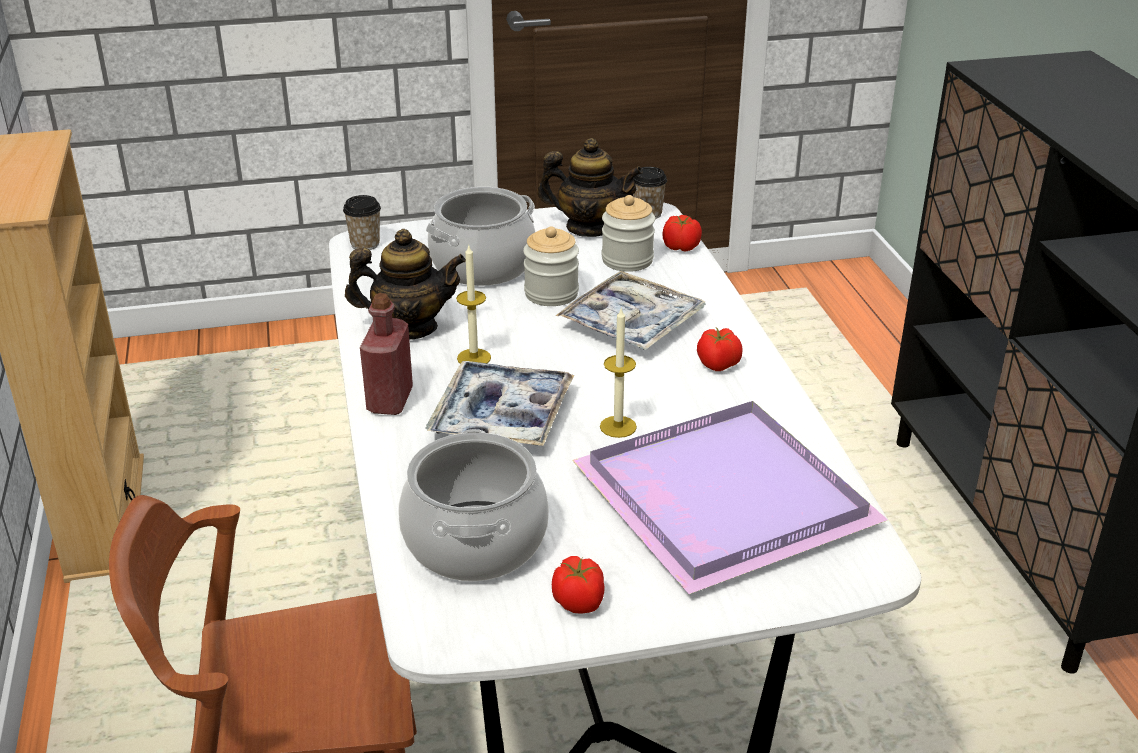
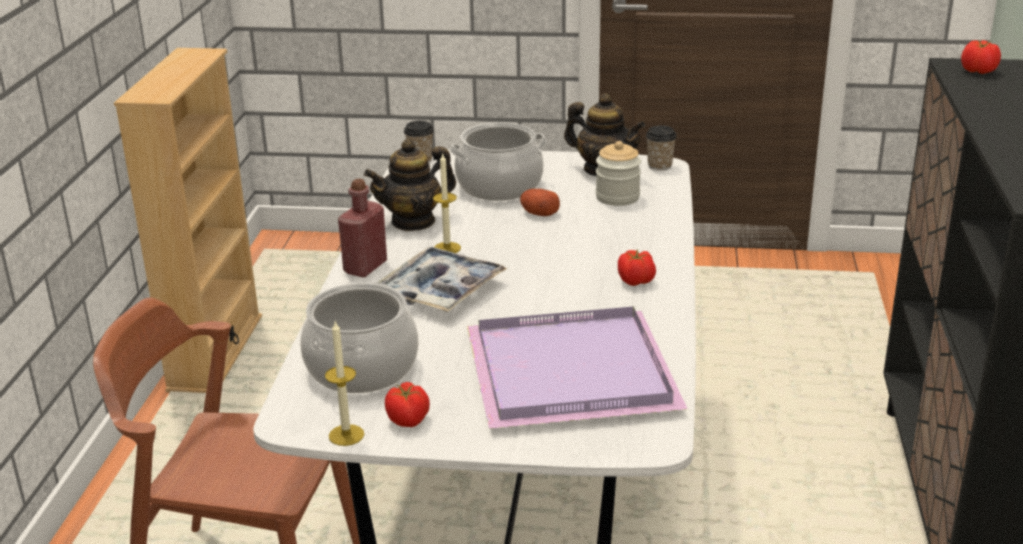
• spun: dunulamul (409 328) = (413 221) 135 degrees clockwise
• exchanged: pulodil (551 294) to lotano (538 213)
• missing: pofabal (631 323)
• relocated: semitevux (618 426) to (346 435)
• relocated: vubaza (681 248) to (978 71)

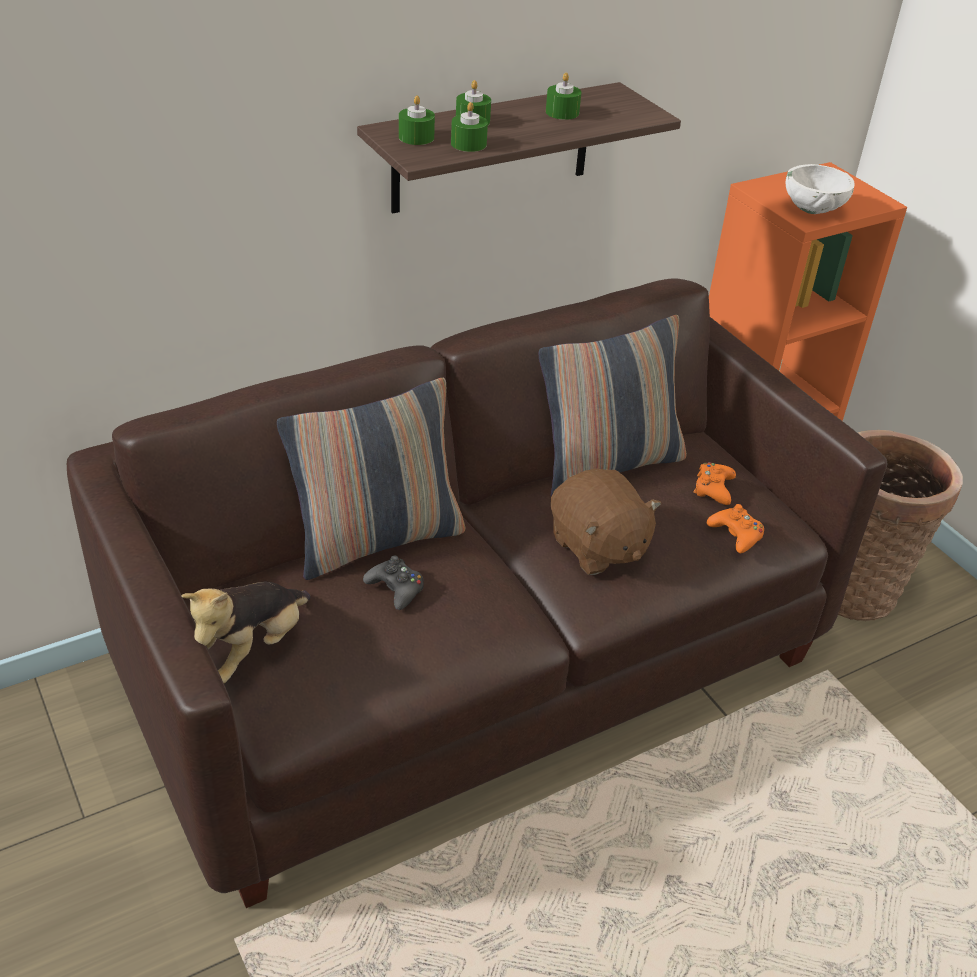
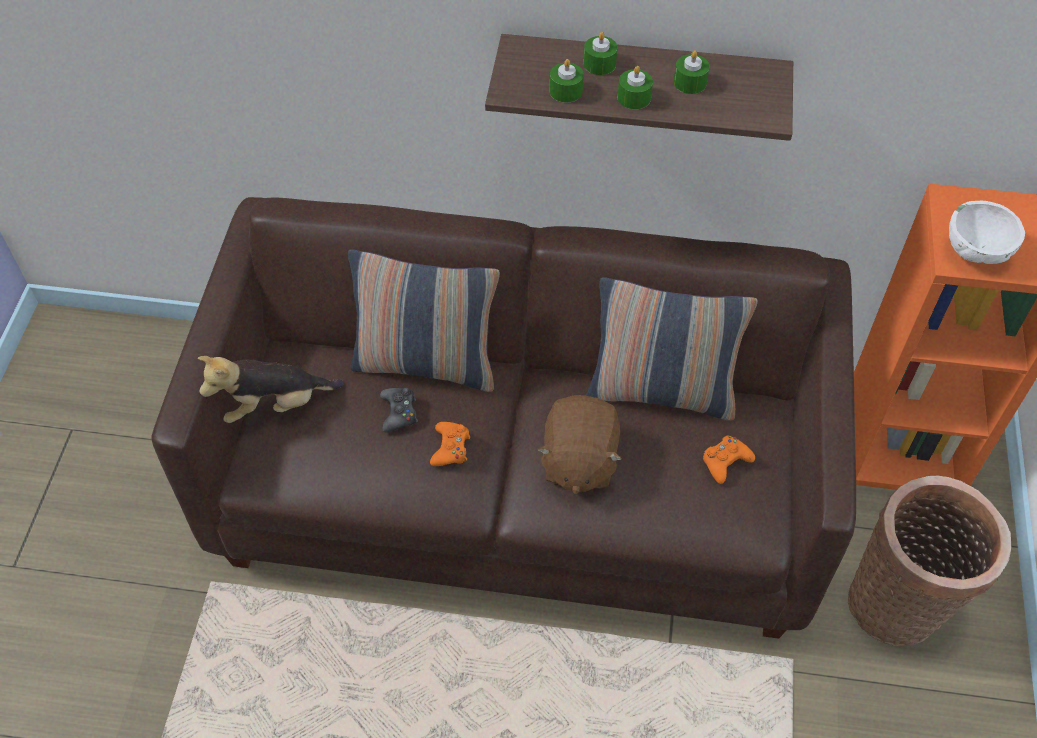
• relocated: green_semitevux (416 137) to (634 97)
• relocated: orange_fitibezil (736 534) to (450 448)

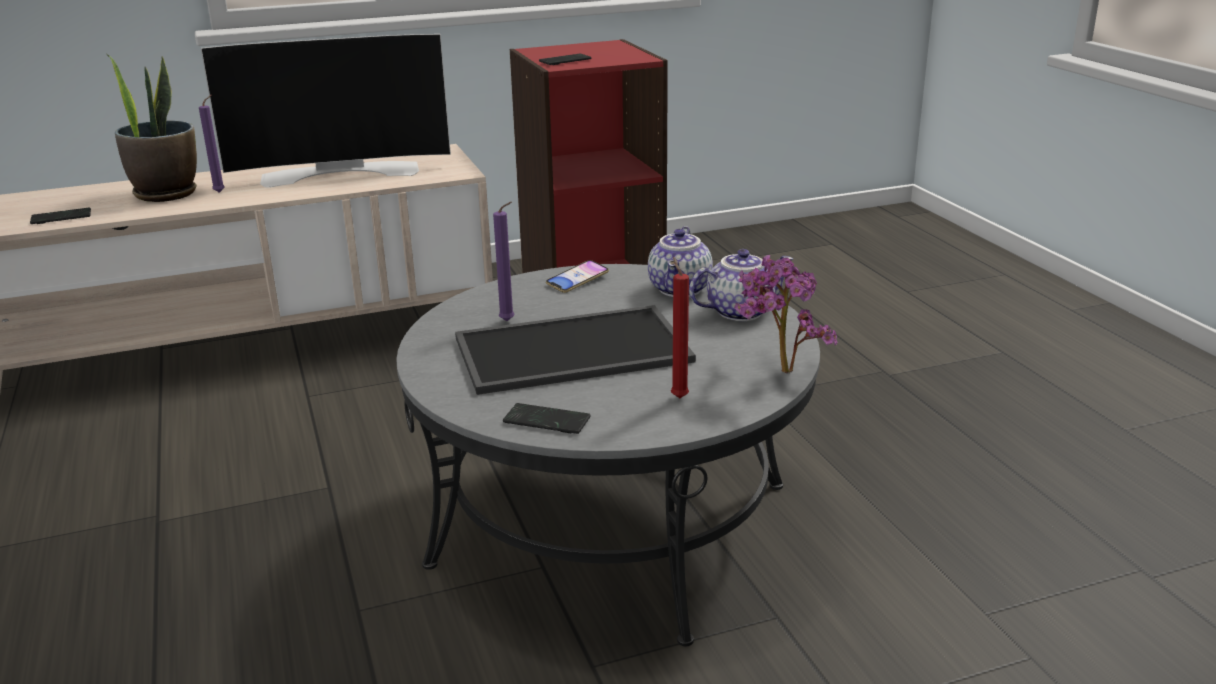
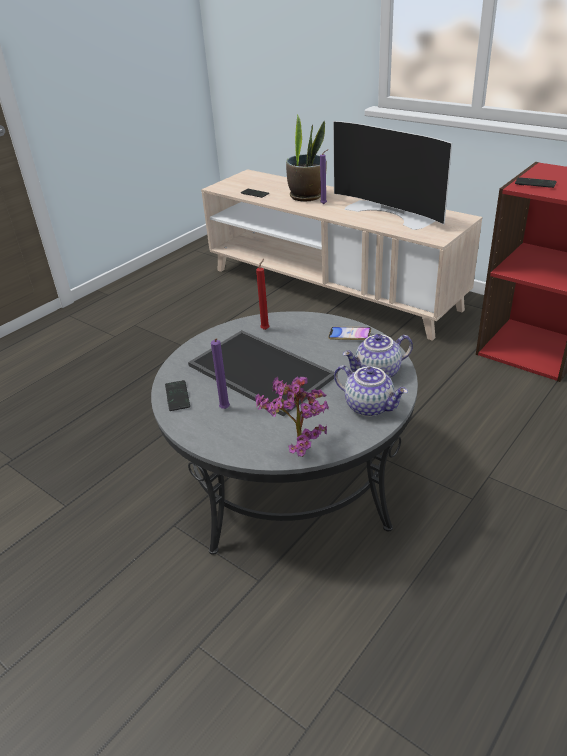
• relocated: purple_semitevux (509 321) to (225 410)
• relocated: red_semitevux (678 396) to (266 329)

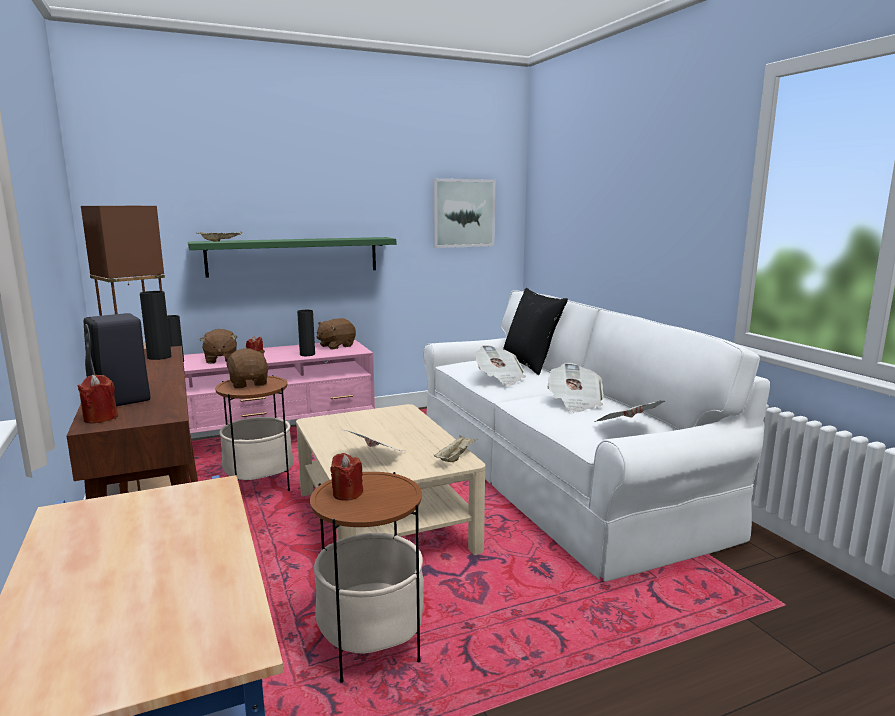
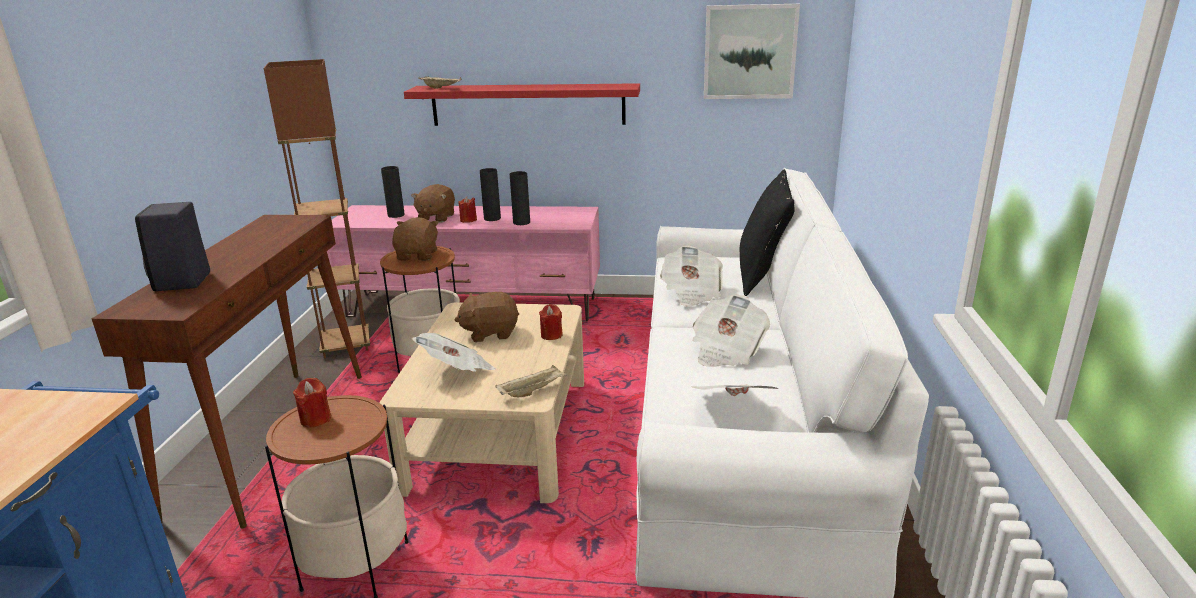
• relocated: red_semitevux (100 418) to (551 335)
• relocated: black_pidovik (159 357) to (492 218)
• colour: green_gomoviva (294 256) to red_gomoviva (527 104)
• relocated: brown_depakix (336 346) to (490 333)

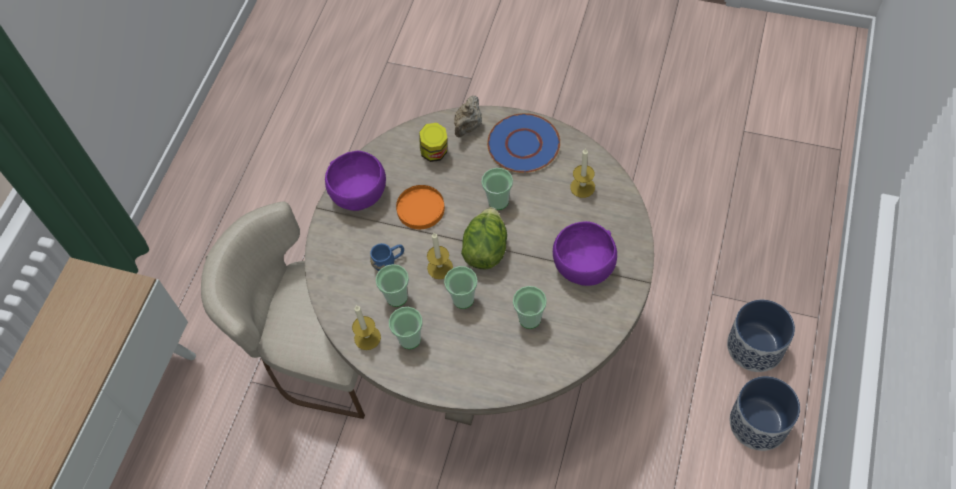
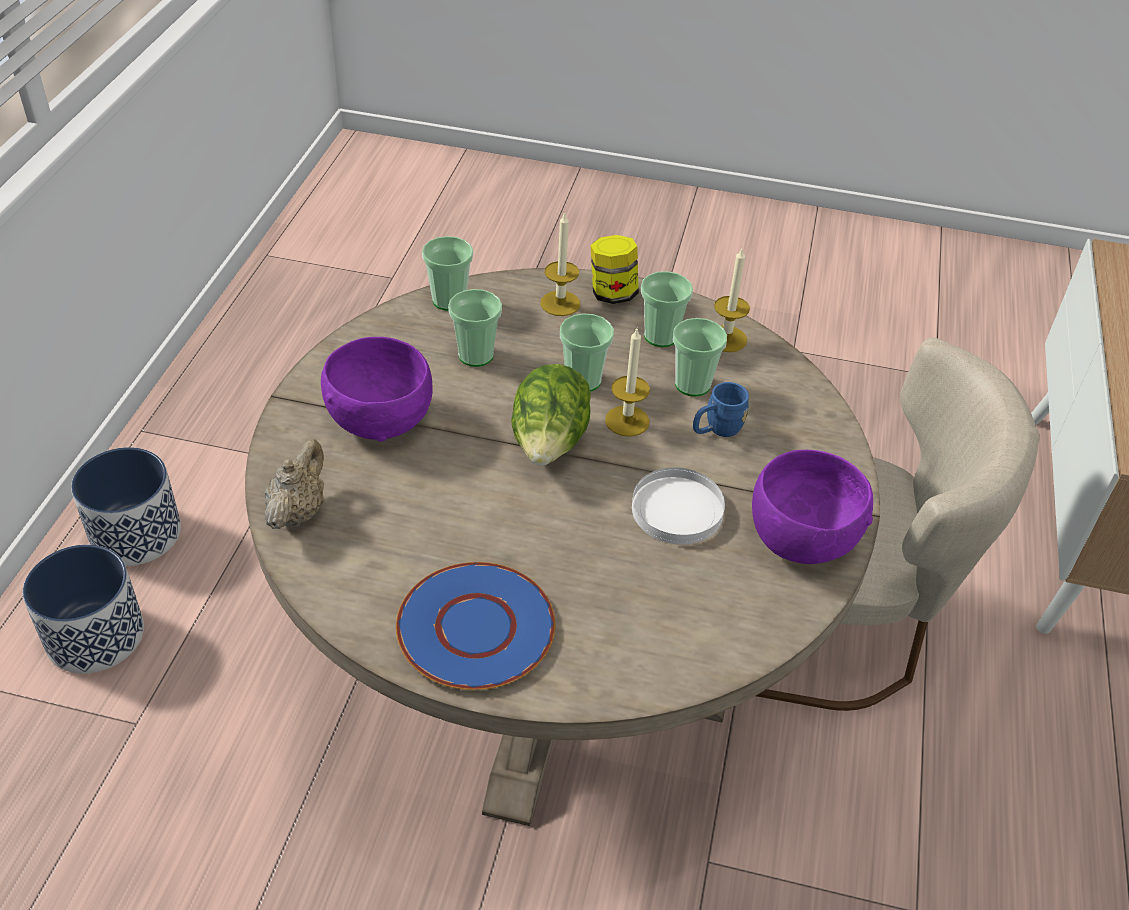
• colour: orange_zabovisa (421 208) to white_zabovisa (676 510)
• relocated: pulodil (435 153) to (612 294)
• relocated: beige_dunulamul (468 127) to (298 512)
• relocated: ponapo (498 201) to (449 300)
• relocated: semitevux (582 187) to (560 303)

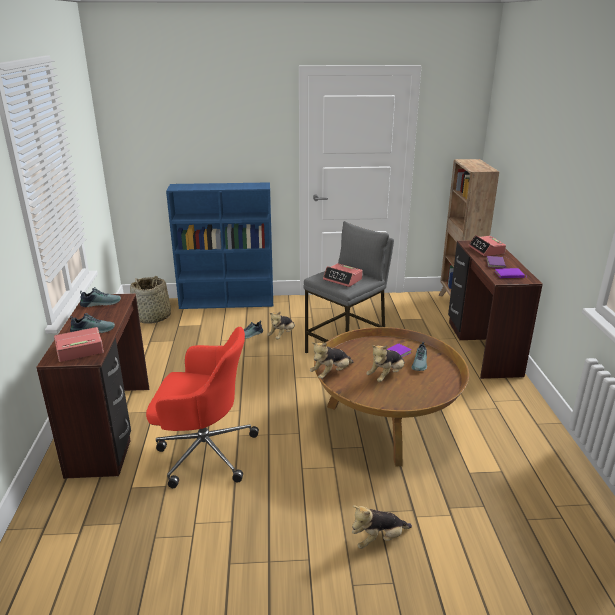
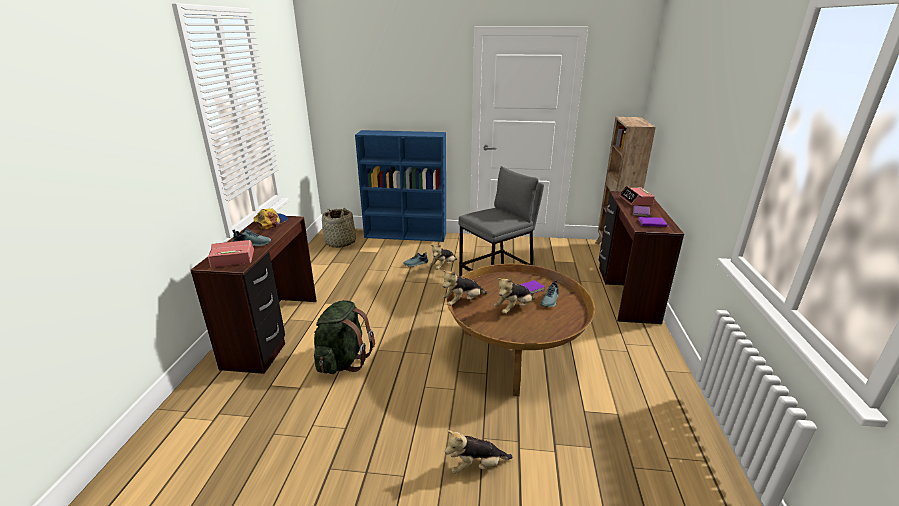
• exchanged: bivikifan (101 303) to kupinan (271 222)
• exchanged: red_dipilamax (204 451) to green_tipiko (343 360)
• missing: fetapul (343 279)

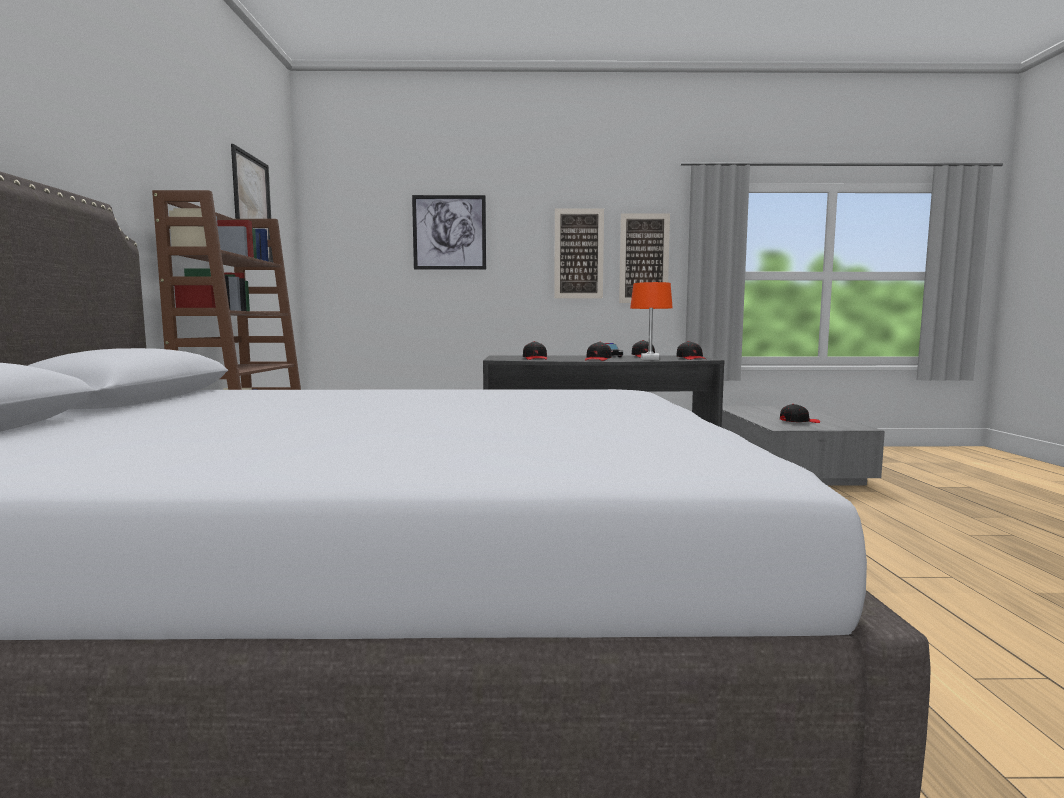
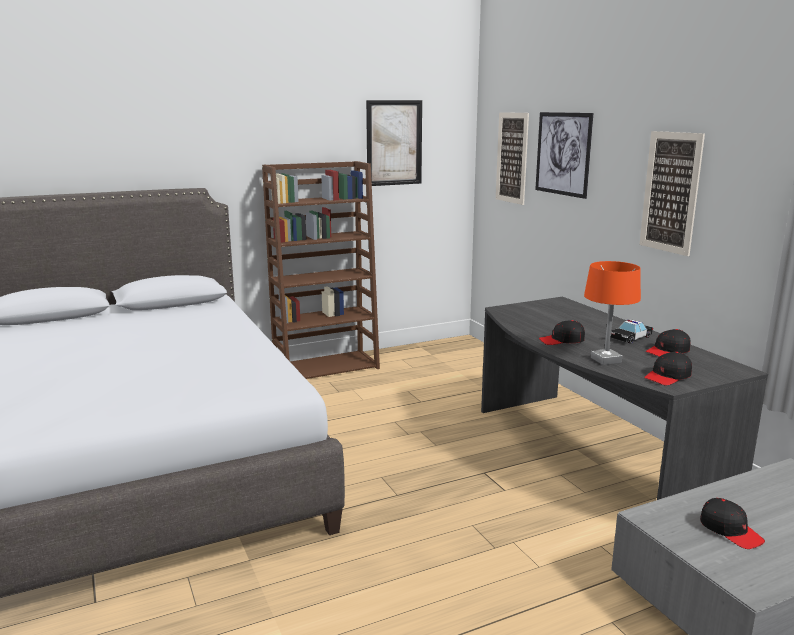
• missing: black_kupinan (535 358)
• relocated: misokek (644 258) to (512 158)

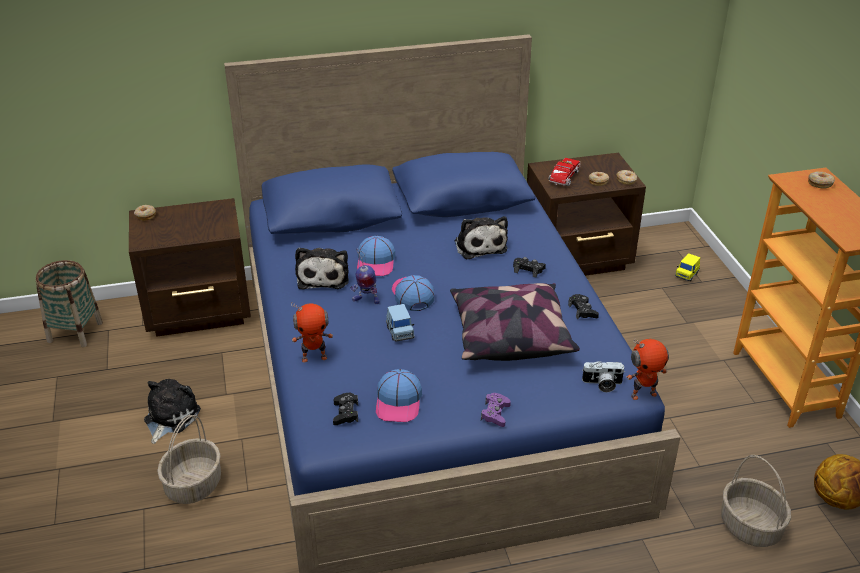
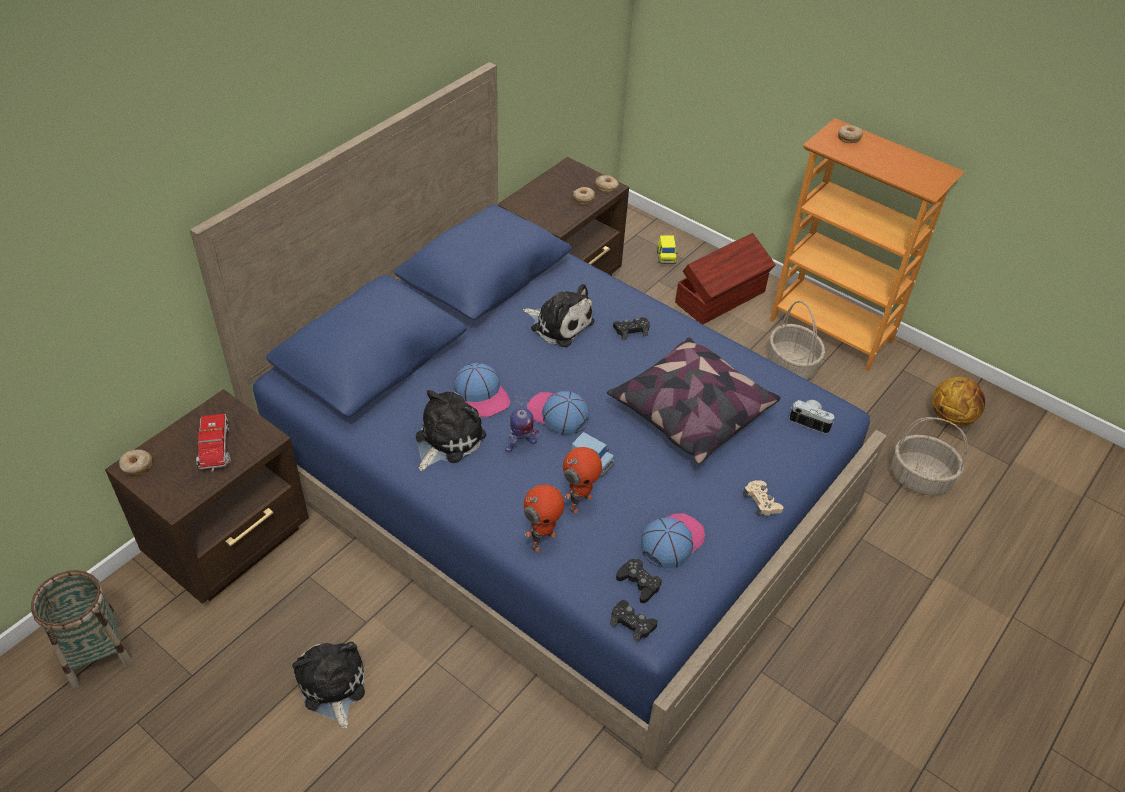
• relocated: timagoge (193 484) to (791 365)
• spun: depakix (323 276) = (446 439) 105 degrees counterclockwise
• spun: kupinan (399 402) = (672 541) 105 degrees counterclockwise
• colour: purple_fitibezil (495 413) to beige_fitibezil (761 502)
• relocated: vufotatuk (563 179) to (215 450)
• relocated: black_fitibezil (582 311) to (632 623)
• spun: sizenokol (602 384) = (811 421) 120 degrees counterclockwise
• relocated: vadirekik (643 394) to (579 502)
• appeared: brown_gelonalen (722 297)

